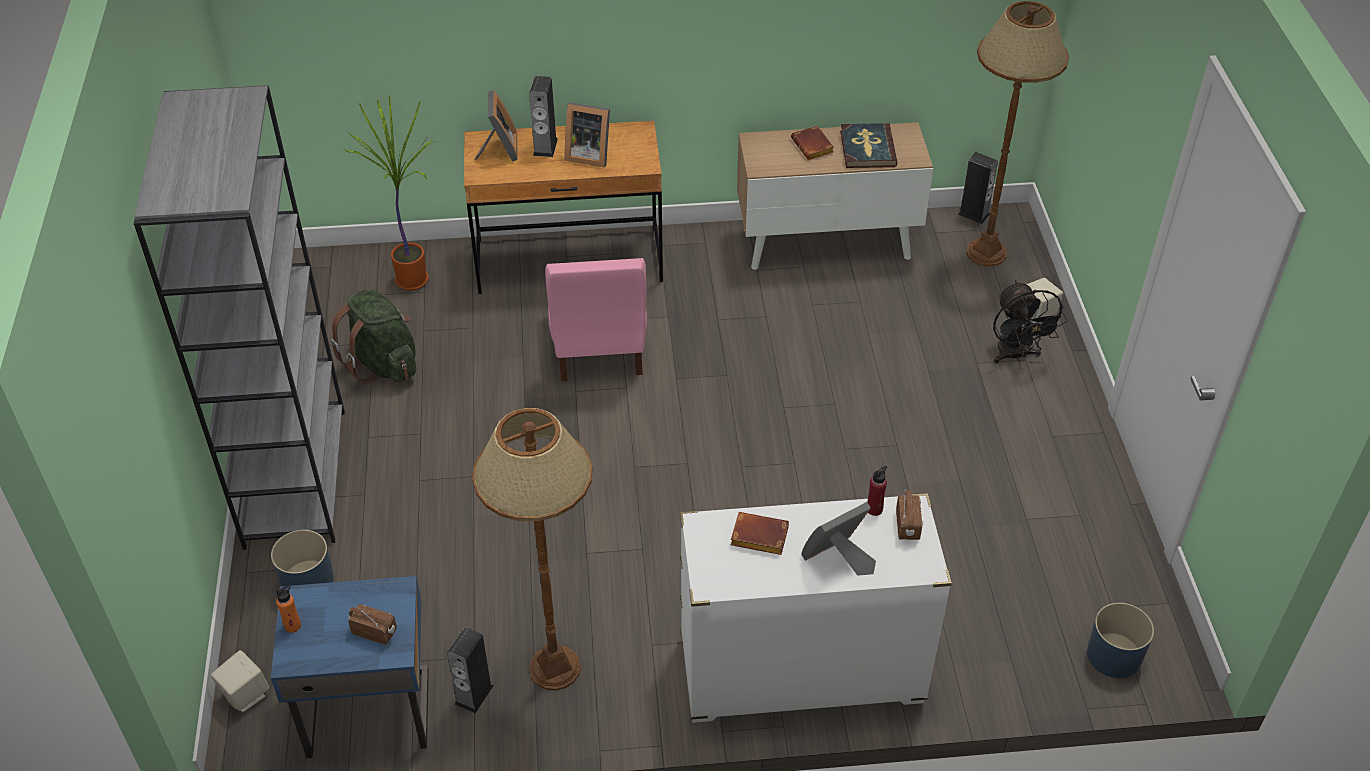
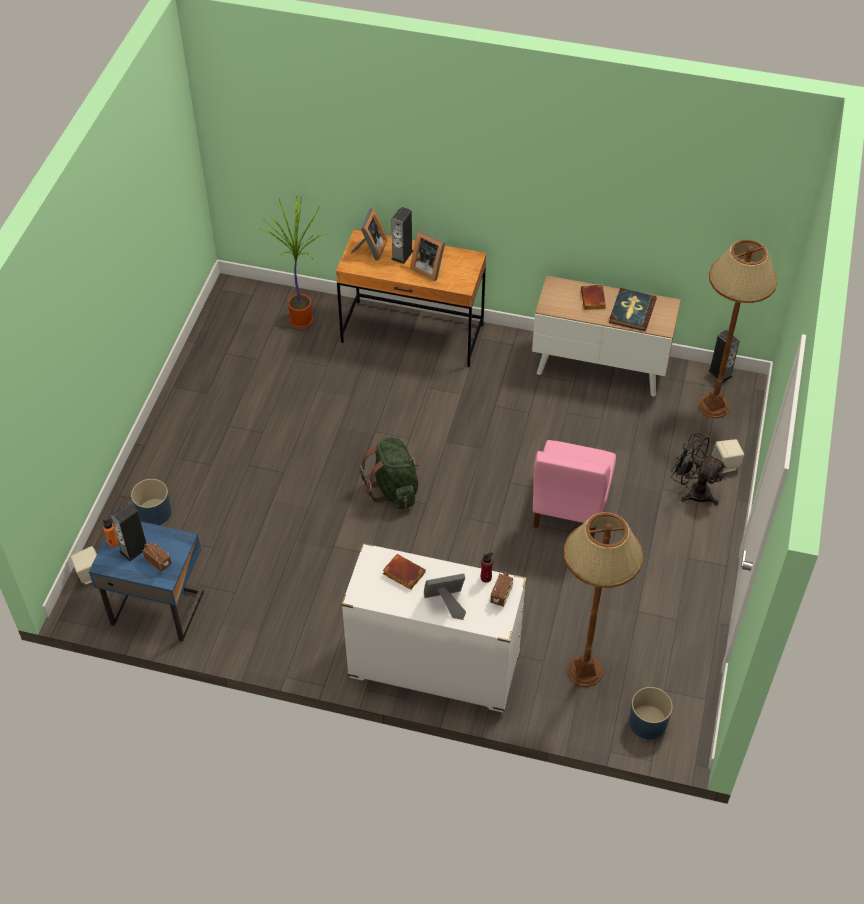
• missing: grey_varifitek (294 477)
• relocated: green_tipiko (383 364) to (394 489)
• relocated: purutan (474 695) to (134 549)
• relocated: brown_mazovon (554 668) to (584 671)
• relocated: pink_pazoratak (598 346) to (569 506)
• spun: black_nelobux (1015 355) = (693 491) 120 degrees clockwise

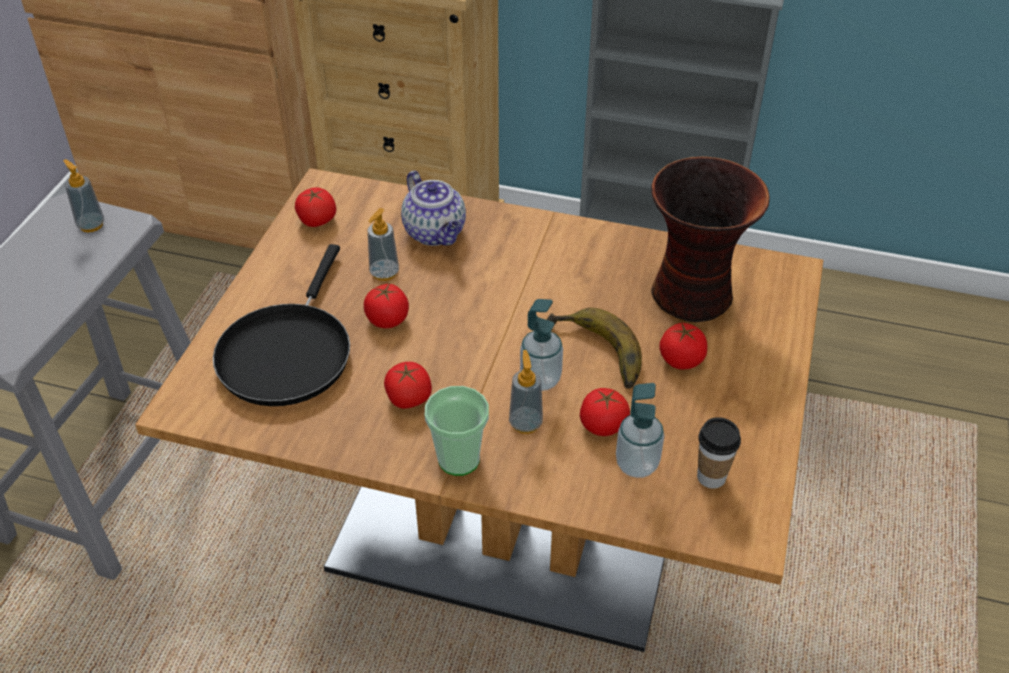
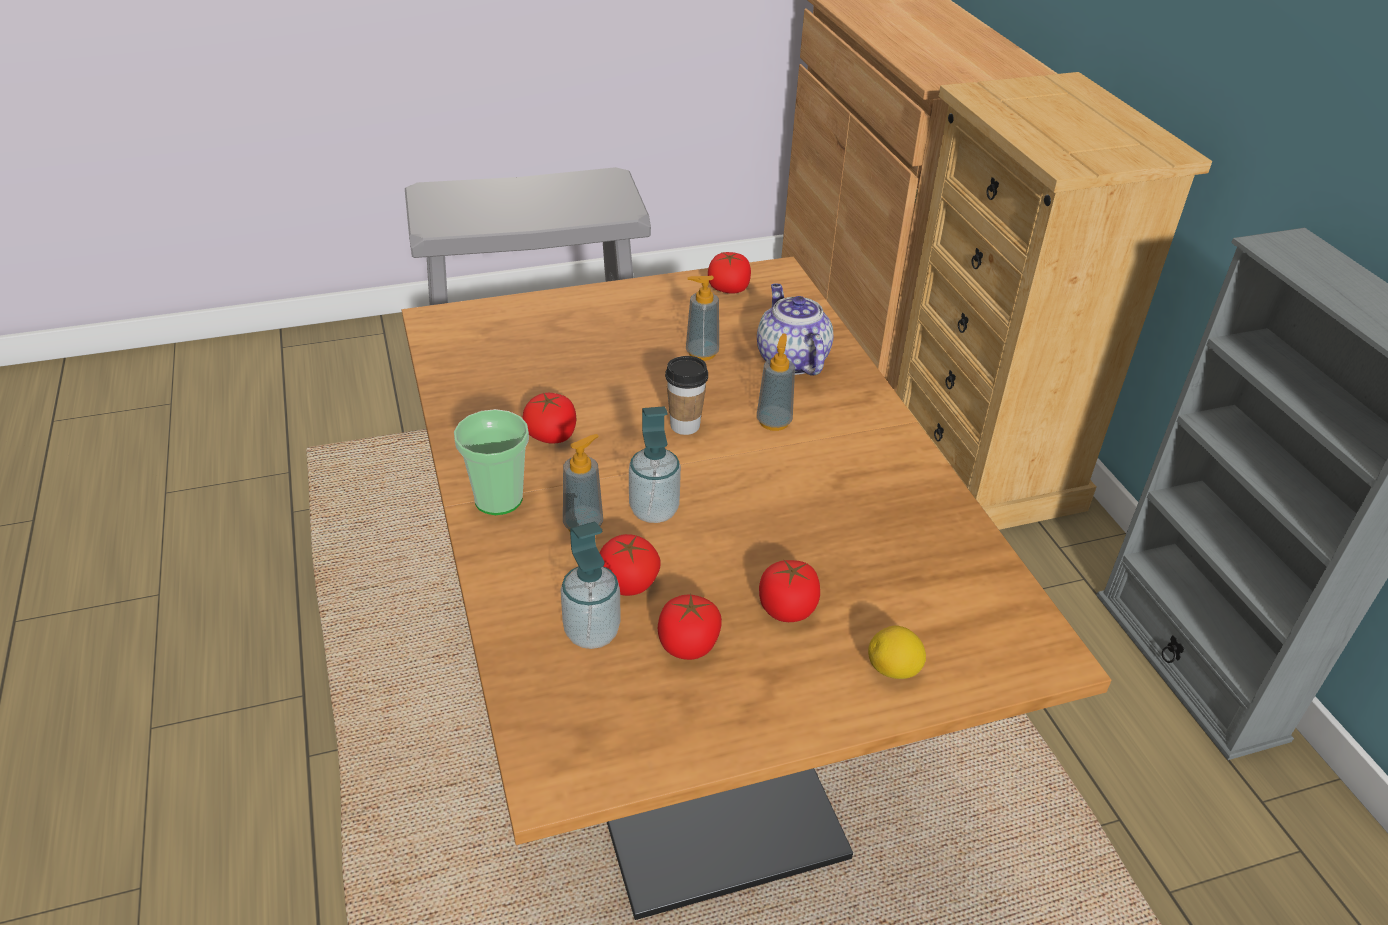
• relocated: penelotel (91 225) to (774 421)
• missing: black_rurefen (287 353)
• relocated: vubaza (388 319) to (688 645)
• spun: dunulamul (436 233) = (790 360) 135 degrees clockwise
• missing: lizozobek (593 355)
• missing: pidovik (694 296)
• relocated: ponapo (711 477) to (685 425)
• appeared: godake (893 670)

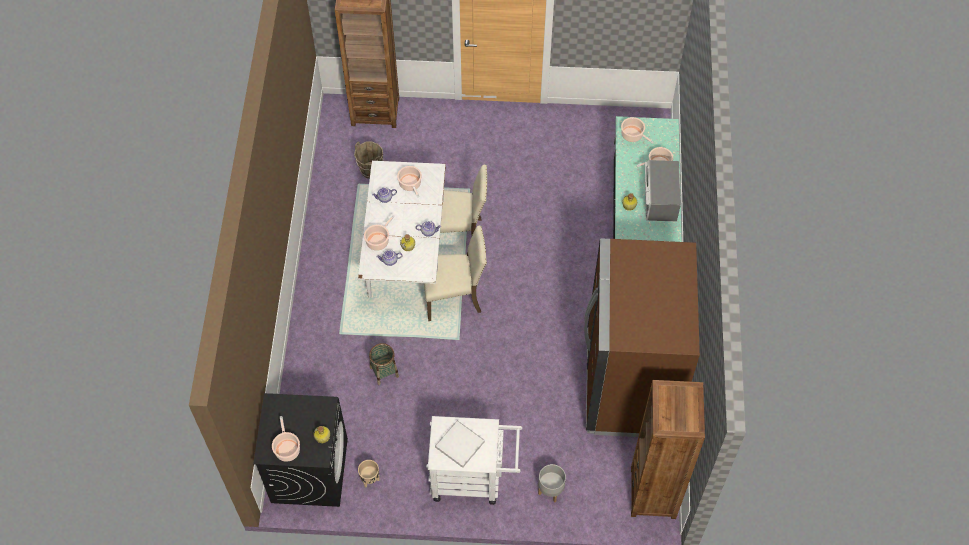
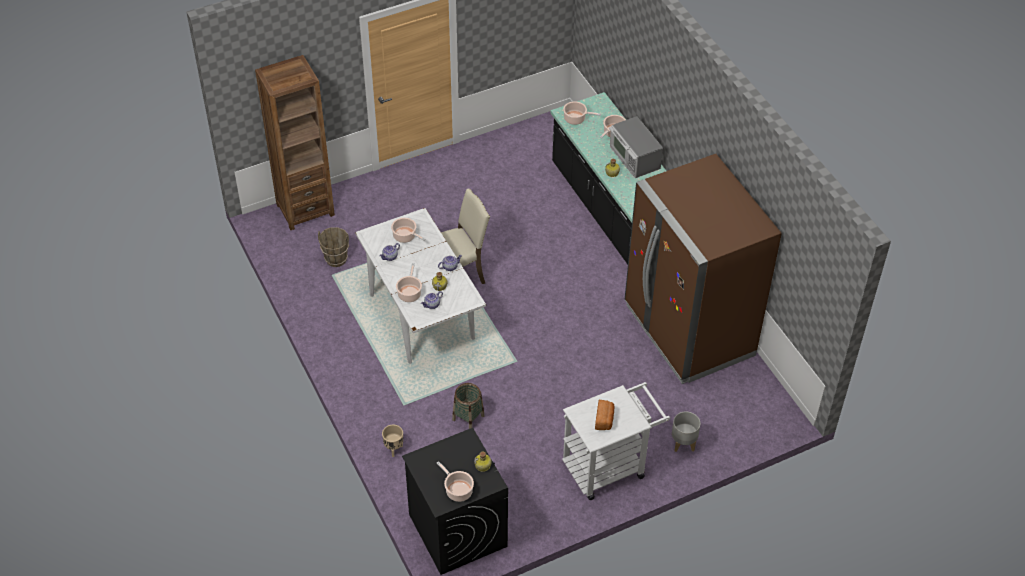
• relocated: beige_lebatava (370 479) to (393 449)
• missing: beige_pazoratak (454 297)
• exchanged: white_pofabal (459 444) to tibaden (604 420)
• missing: brown_varifitek (653 492)

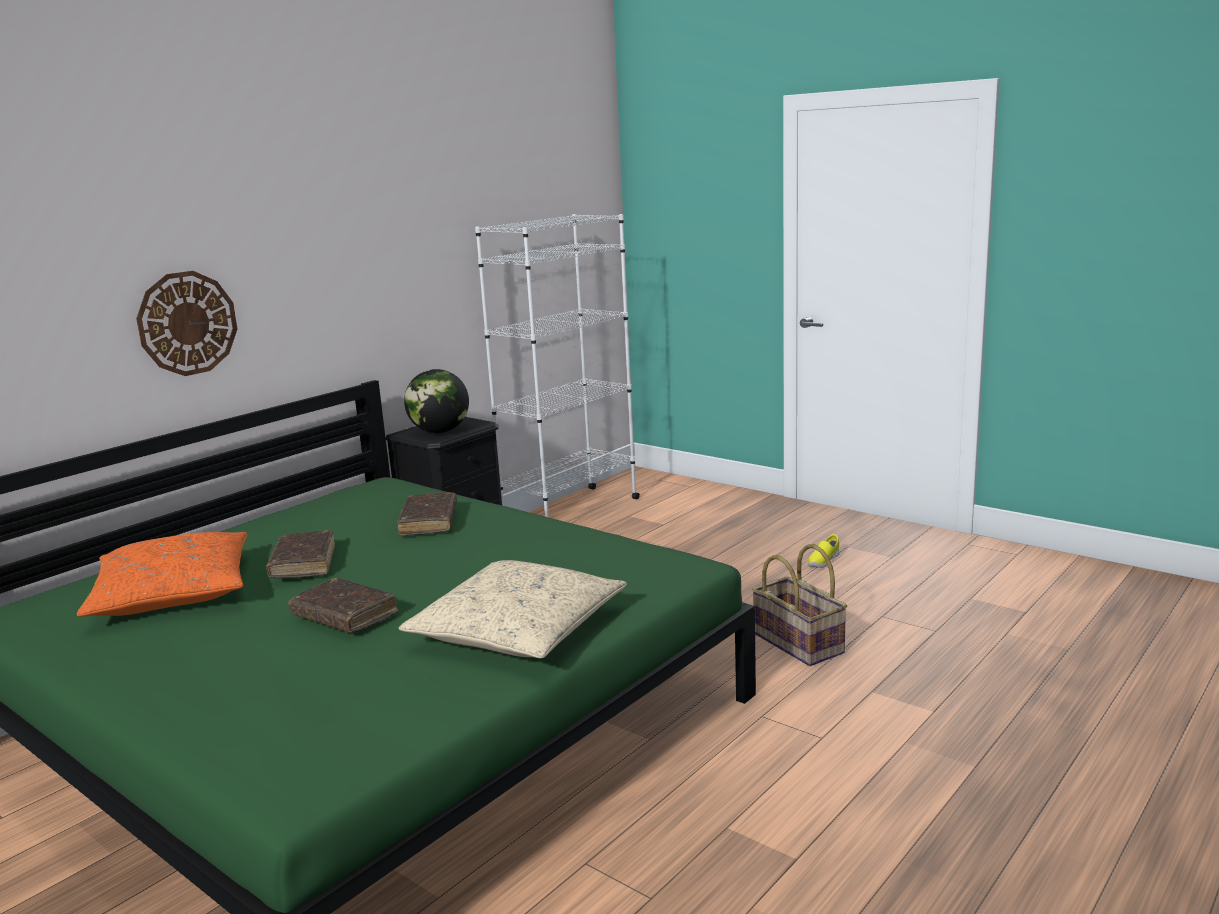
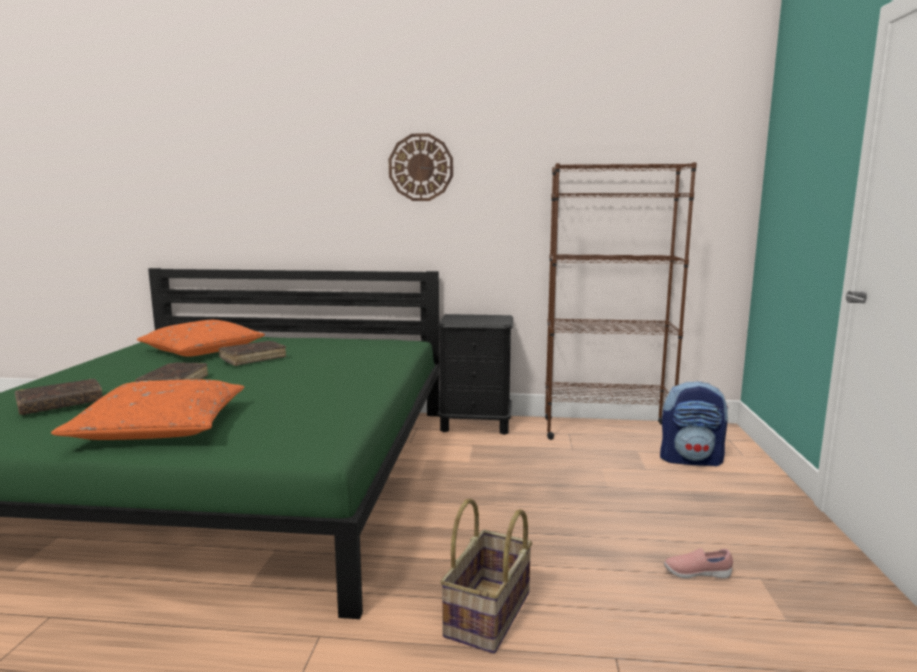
• relocated: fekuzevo (187 323) to (421 167)
• relocated: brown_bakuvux (429 522) to (60 405)
• colour: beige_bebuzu (518 629) to orange_bebuzu (161 428)
• missing: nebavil (440 431)
• colour: white_varifitek (571 512) to brown_varifitek (606 431)
• colour: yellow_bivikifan (823 562) to pink_bivikifan (696 574)
• appeared: tipiko (691 459)

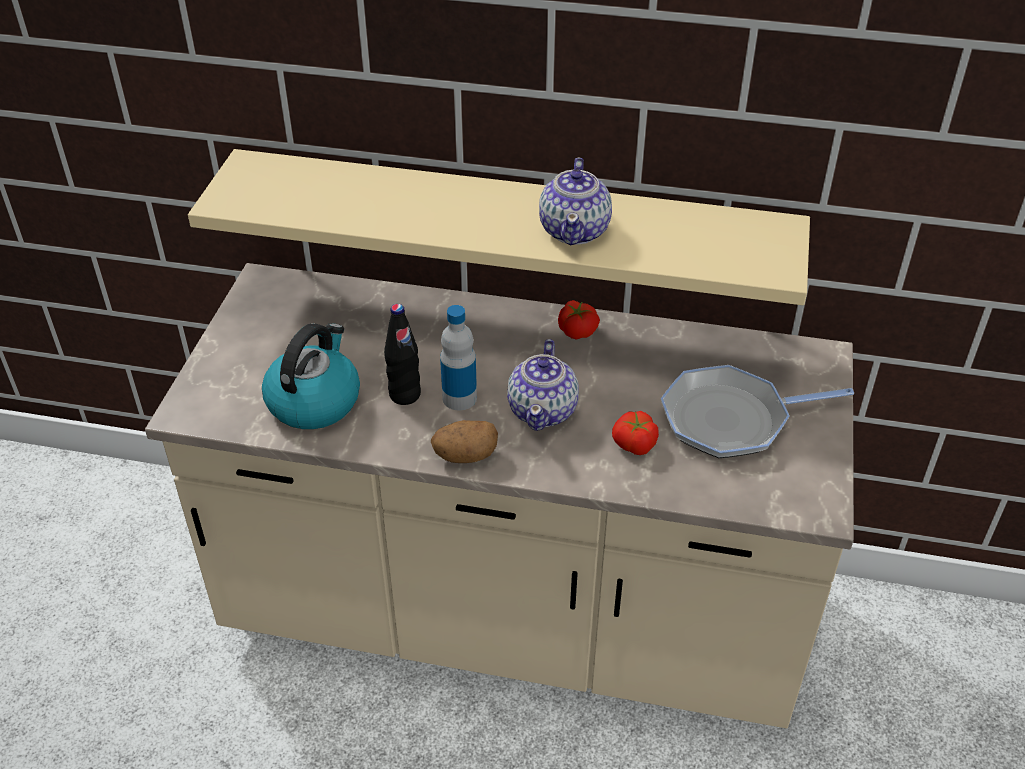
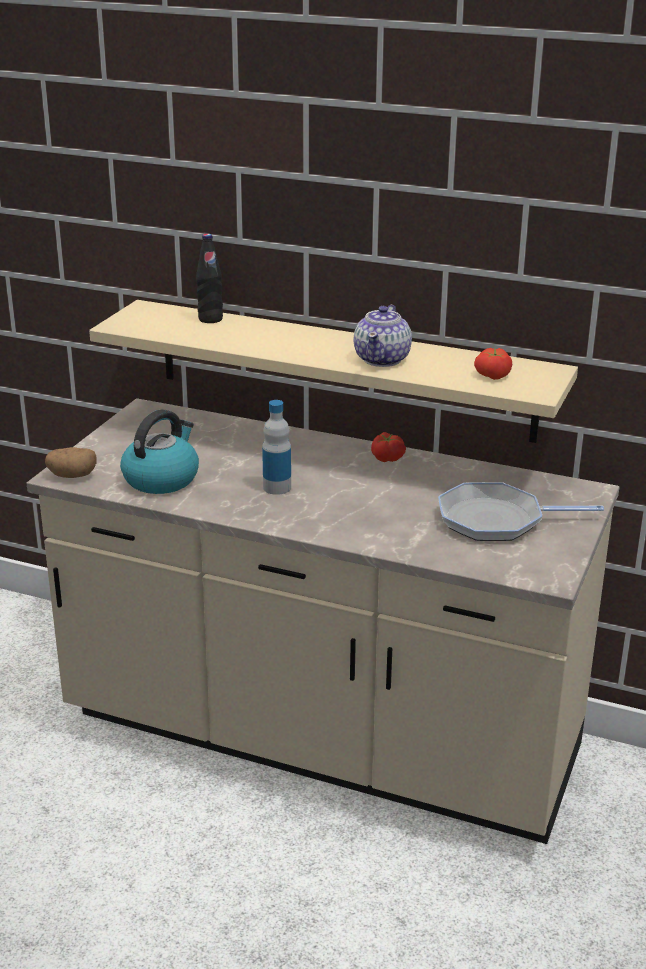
• relocated: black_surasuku (405 395) to (210 319)
• relocated: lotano (465 455) to (72 476)
• missing: dunulamul (543 410)
• relocated: vubaza (634 444) to (492 375)

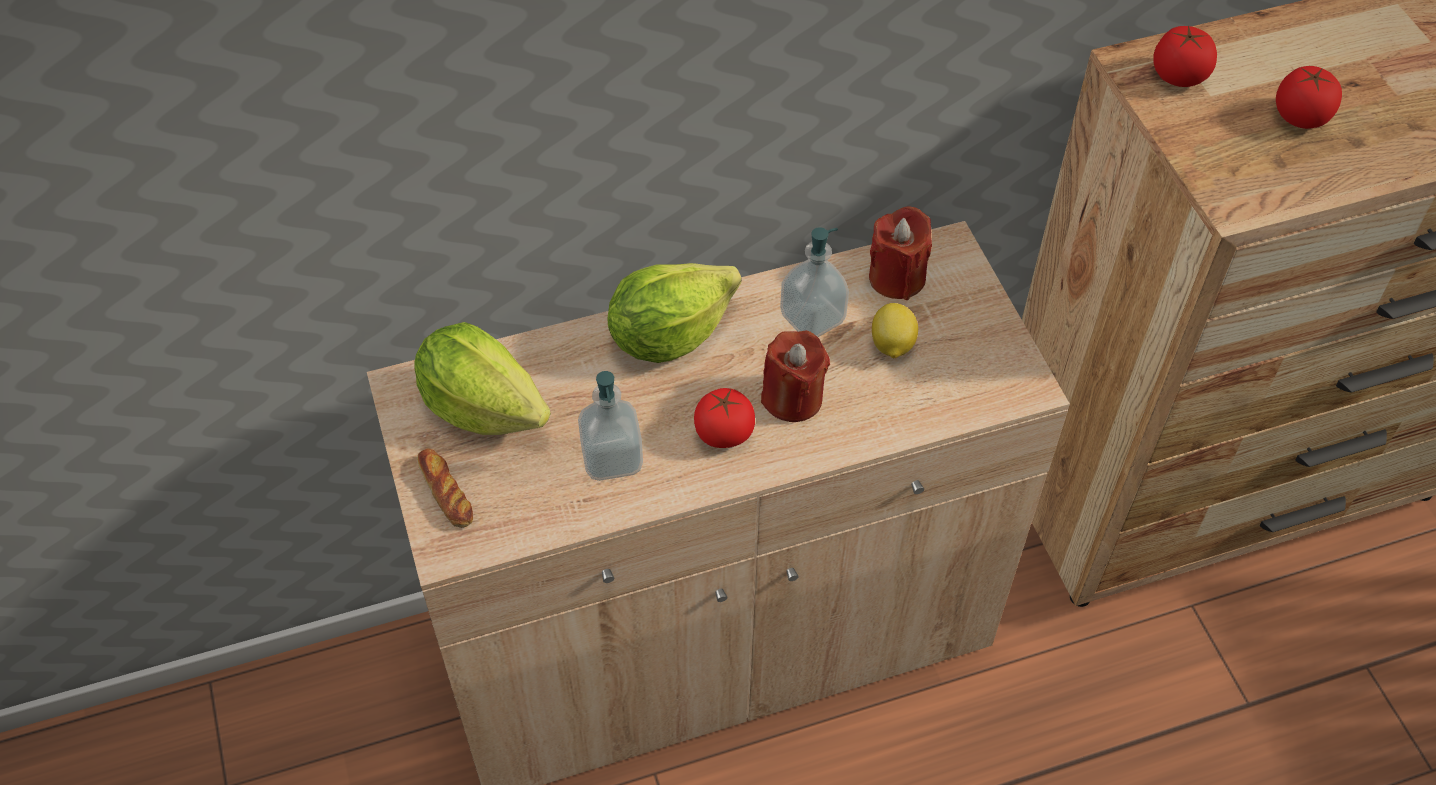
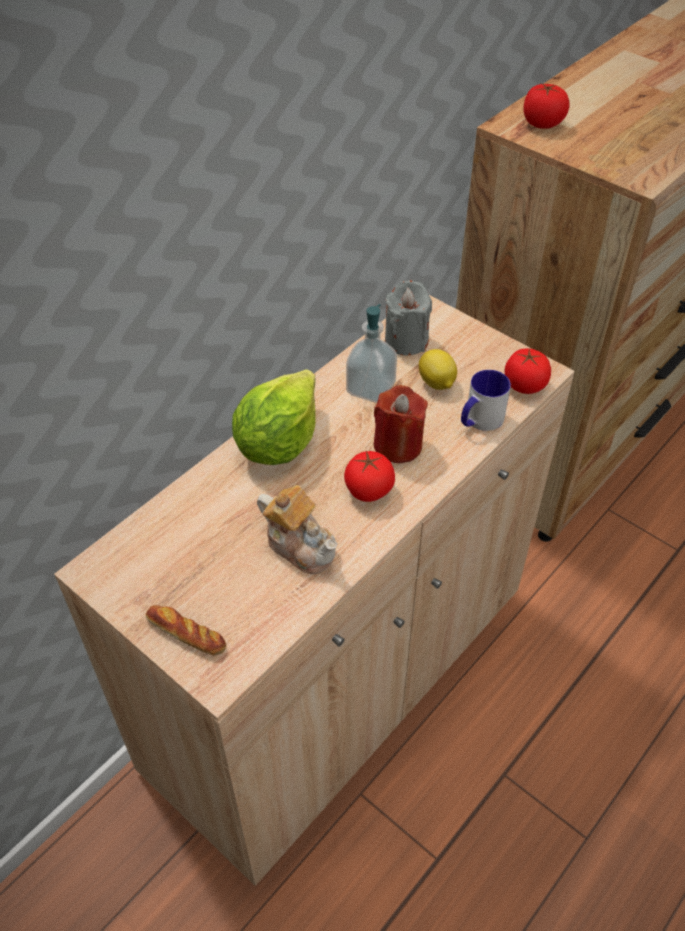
• missing: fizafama (482 406)
• exchanged: penelotel (612 458) to dunulamul (300 545)
• colour: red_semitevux (897 277) to grey_semitevux (406 341)
• relocated: vubaza (1300 116) to (524 385)
• appeared: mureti (479 421)

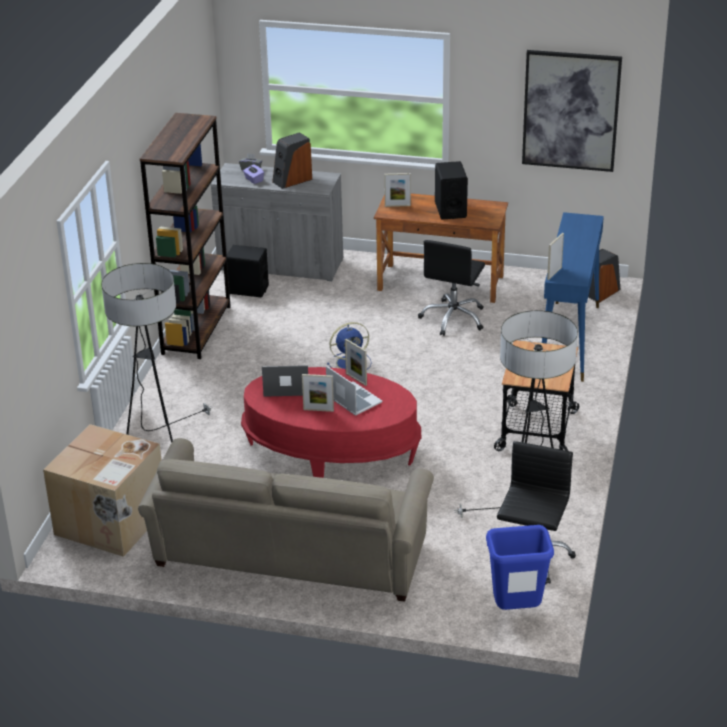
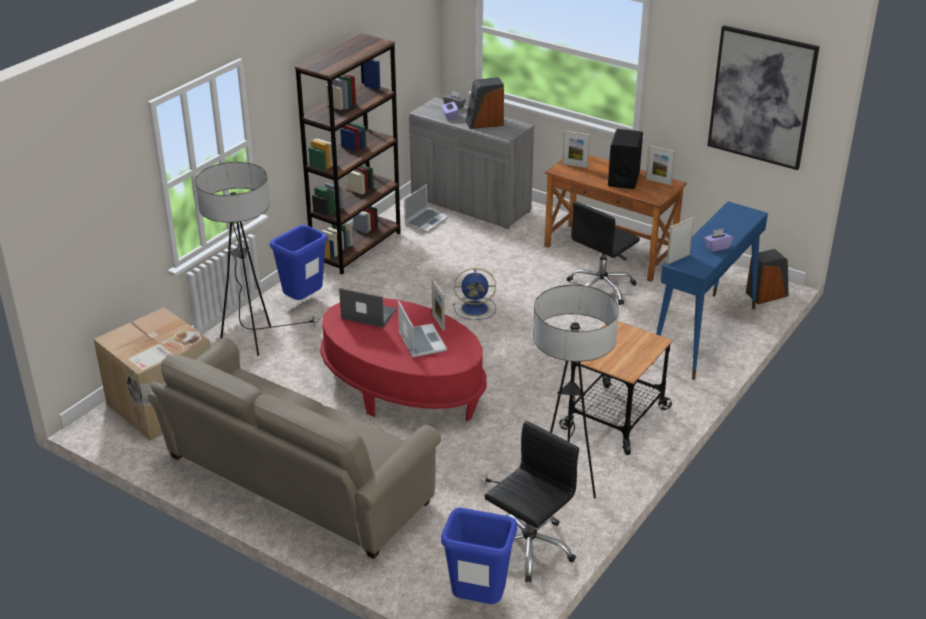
• exchanged: black_purutan (248 289) to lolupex (426 221)
• relocated: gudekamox (318 410) to (658 182)
• appeared: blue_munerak (304 301)
• appeared: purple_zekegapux (717 247)

